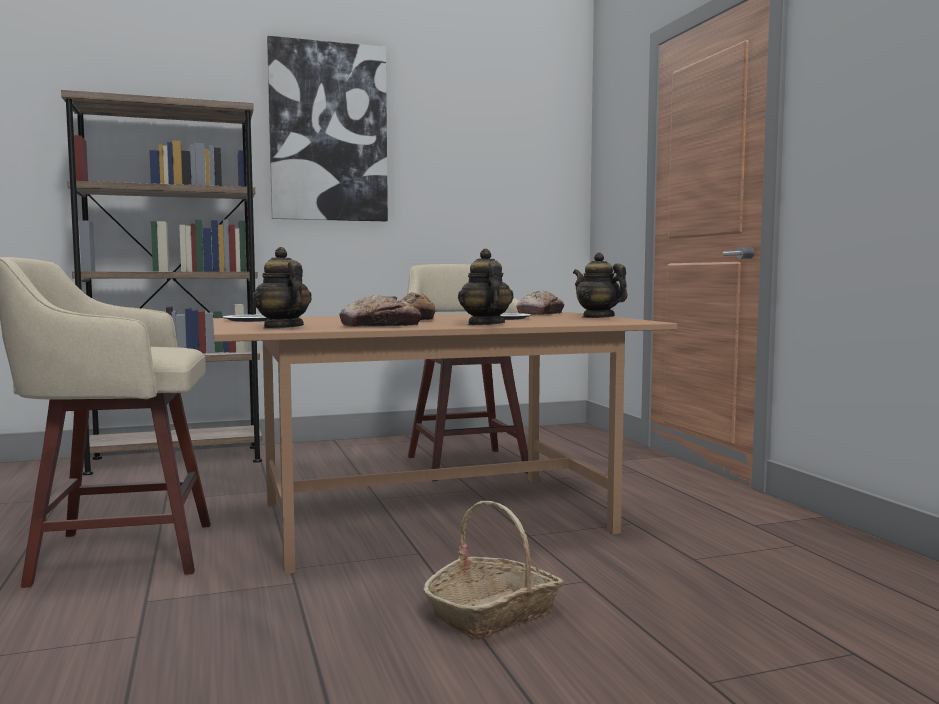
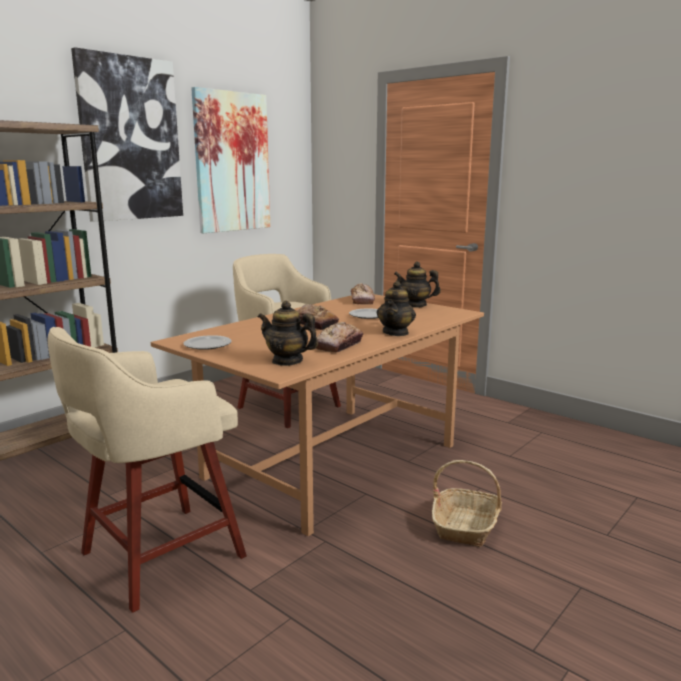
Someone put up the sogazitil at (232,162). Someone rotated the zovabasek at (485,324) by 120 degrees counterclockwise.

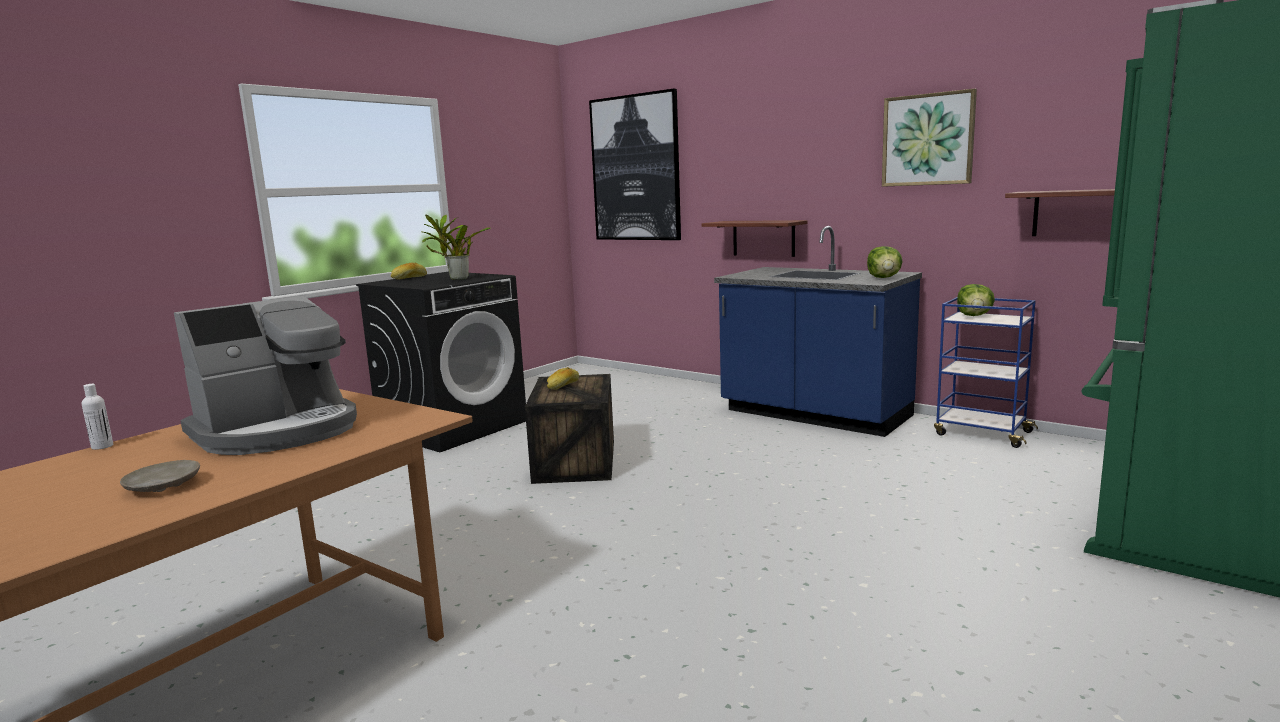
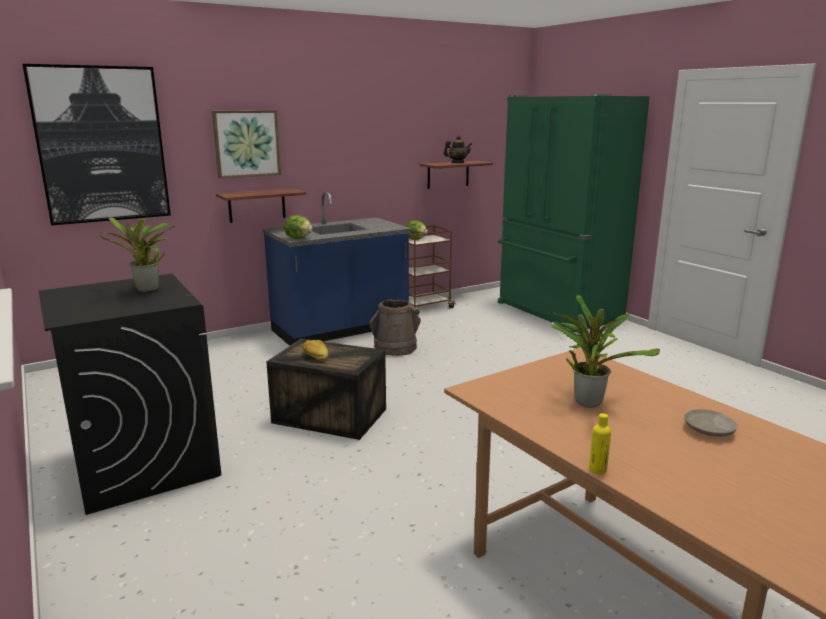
Someone took away the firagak at (409,278). Someone put down the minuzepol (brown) at (395,348). Someone put down the zovabasek at (457,163). Someone carried the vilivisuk from (884,278) to (299,238). Someone carried the sogazitil from (928,140) to (246,143). Someone swapped the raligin at (278,431) for the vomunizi at (587,400). Someone repainted the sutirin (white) at (102,446), which became the sutirin (yellow) at (597,469). Someone repainted the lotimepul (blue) at (981,433), which became the lotimepul (brown) at (424,307).

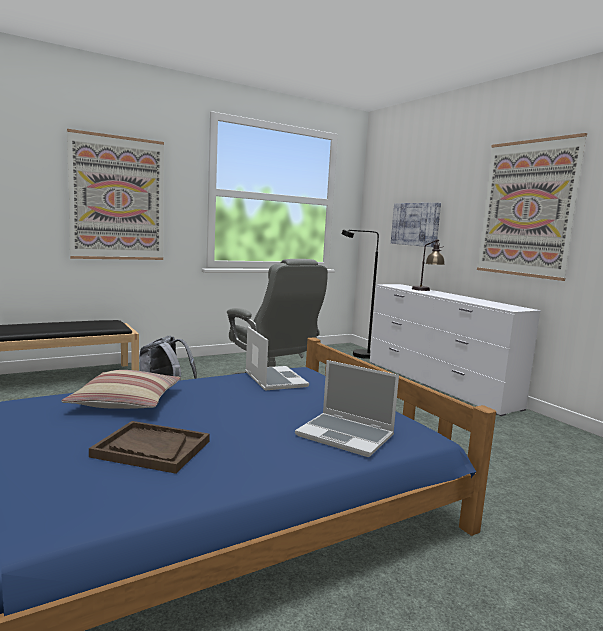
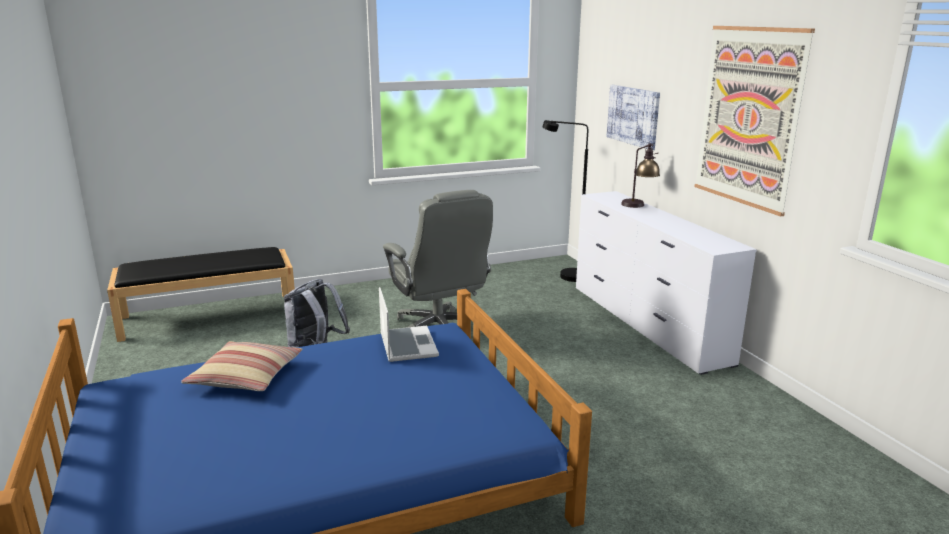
Someone took away the sogazitil at (117,198). Someone took away the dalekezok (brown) at (151,449). Someone took away the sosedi at (346,436).

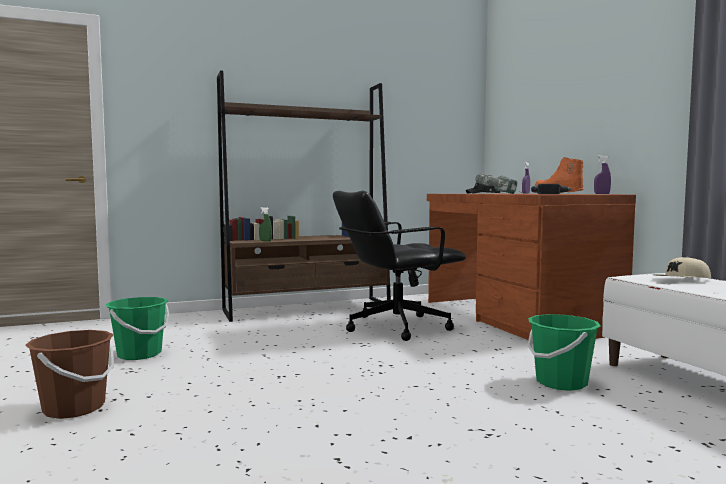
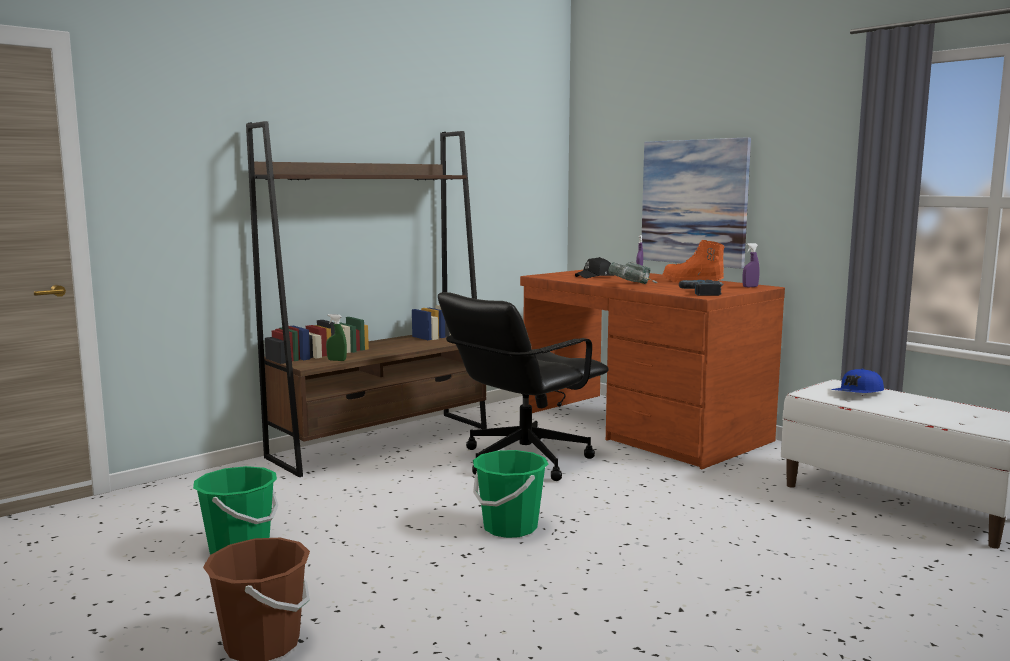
Someone put up the sogazitil at (694,202). Someone carried the minuzepol (green) from (561,382) to (510,527). Someone repainted the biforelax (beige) at (682,280), which became the biforelax (blue) at (858,393).

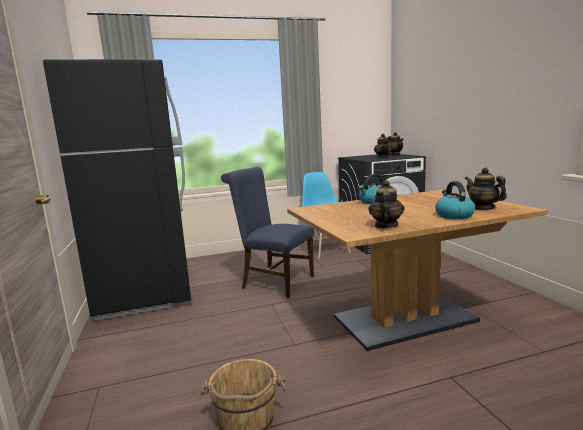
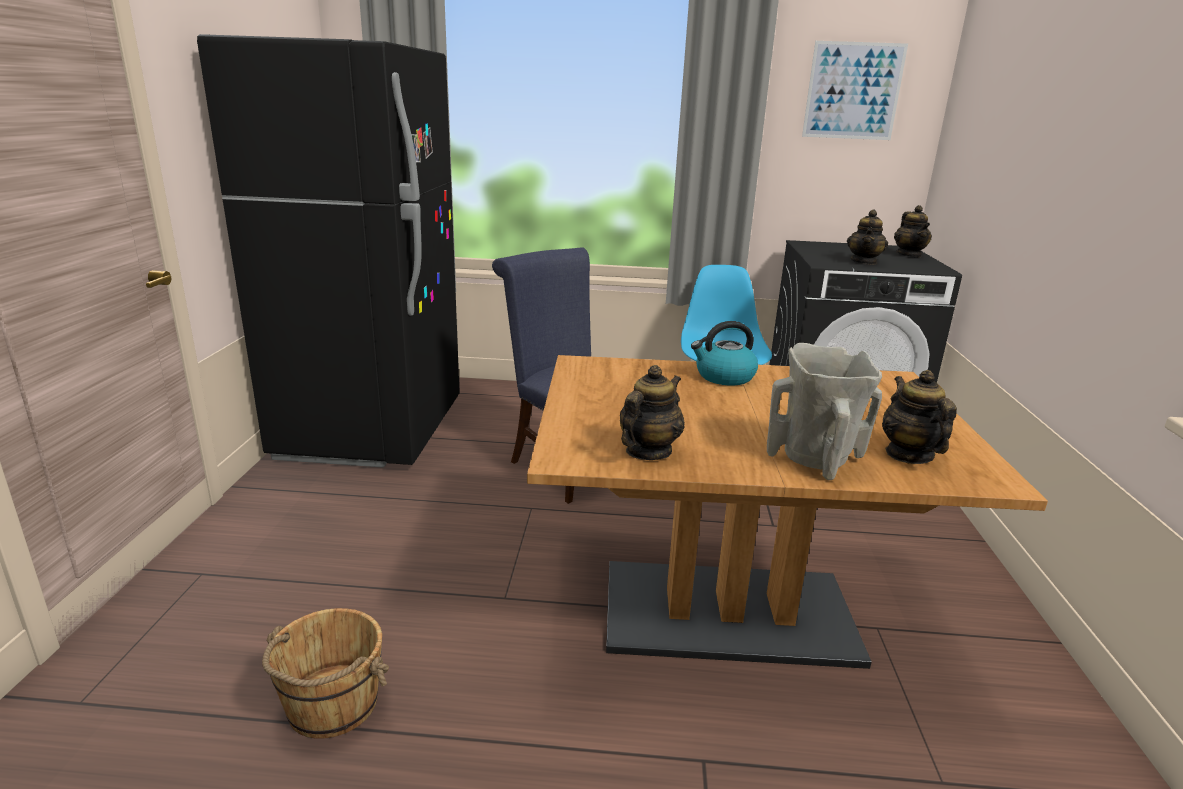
Someone put up the sogazitil at (853,91). Someone swapped the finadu at (453,215) for the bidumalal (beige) at (815,460).

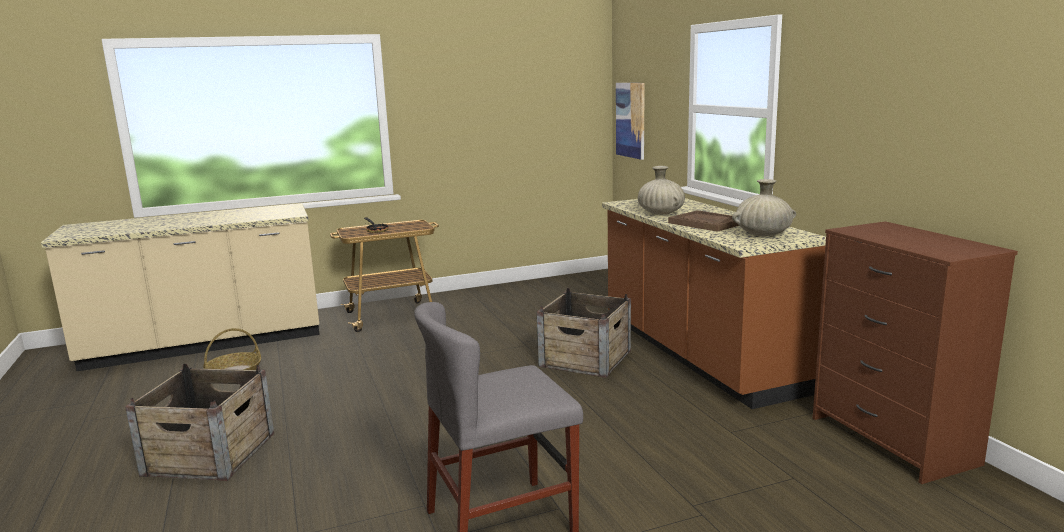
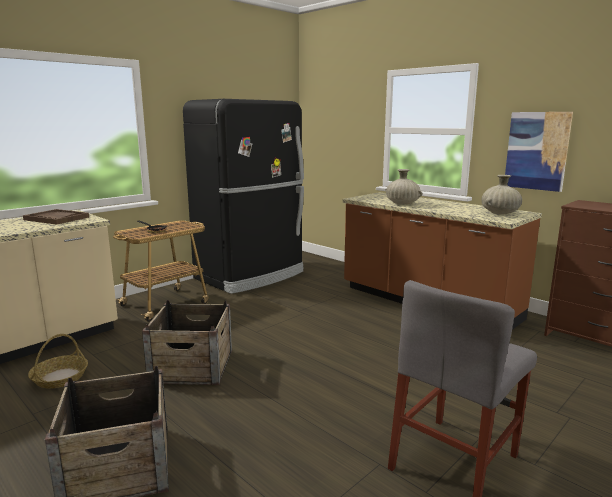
Someone put down the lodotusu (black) at (251,275). Someone carried the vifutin from (586,358) to (192,366). Someone carried the sogazitil from (631,120) to (537,151). Someone carried the dalekezok (brown) from (706,223) to (56,218).

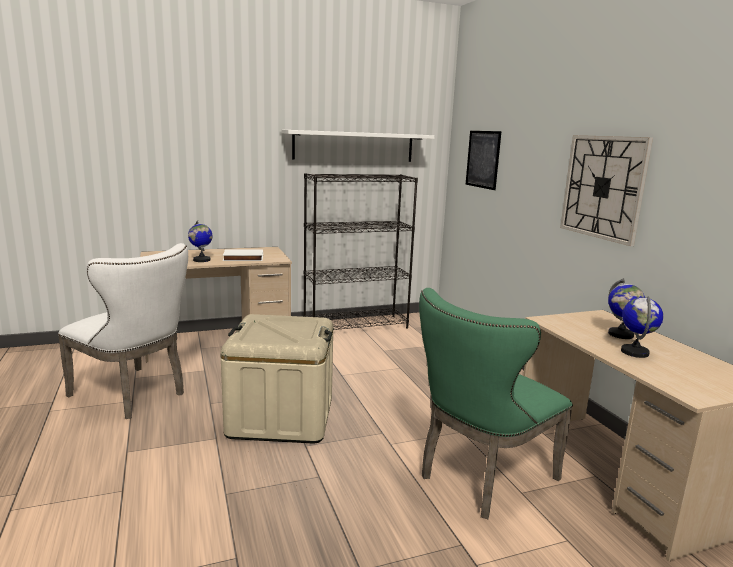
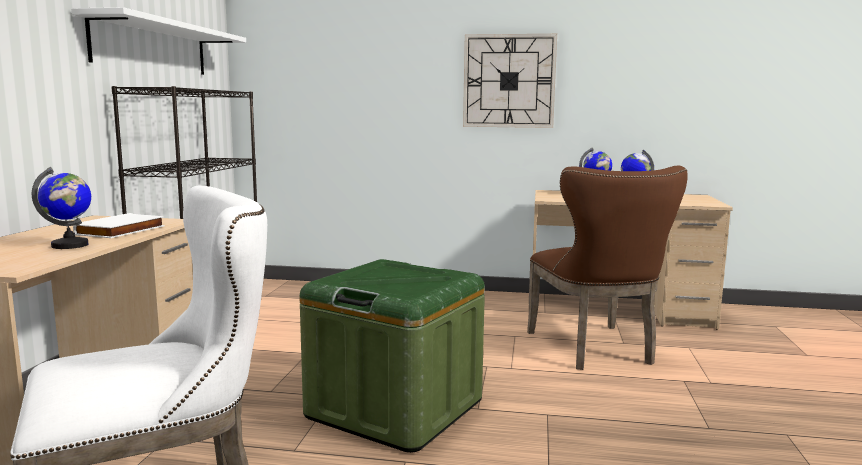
Someone took away the sogazitil at (483,159). Someone repainted the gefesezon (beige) at (281,417), which became the gefesezon (green) at (395,408). Someone repainted the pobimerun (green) at (481,479), which became the pobimerun (brown) at (596,350).

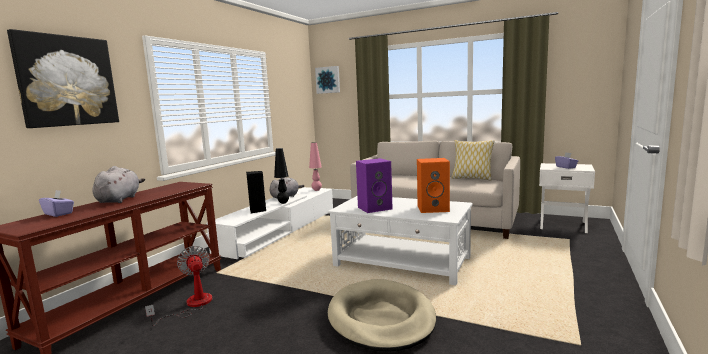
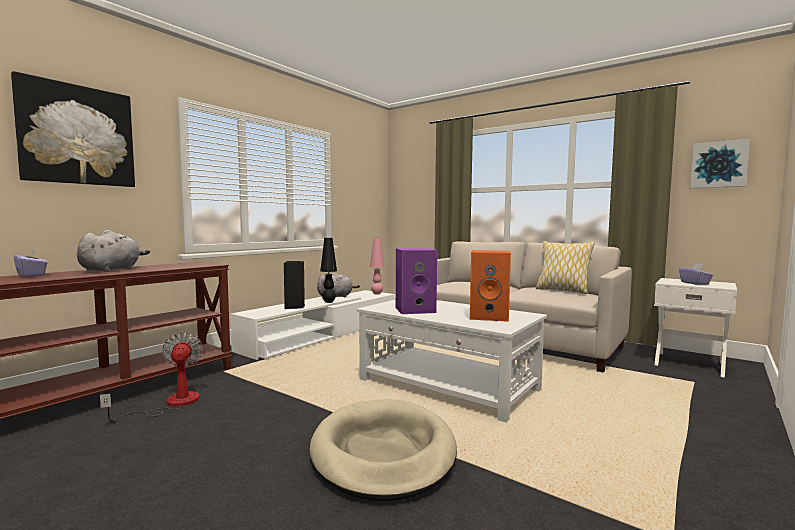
Someone carried the sogazitil from (328,80) to (718,165).

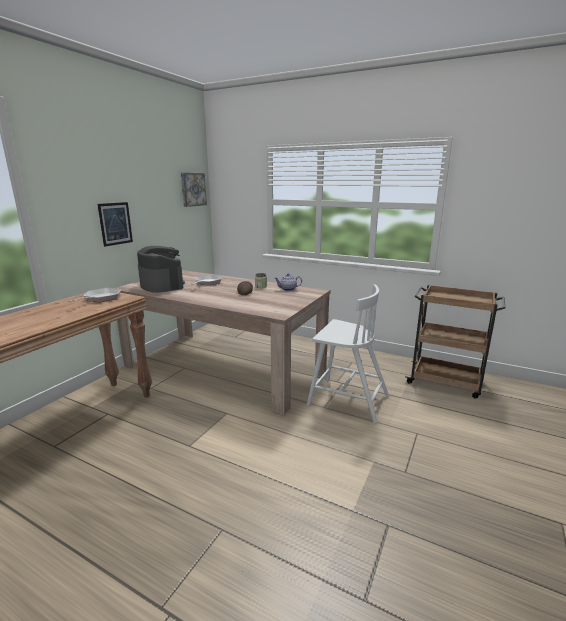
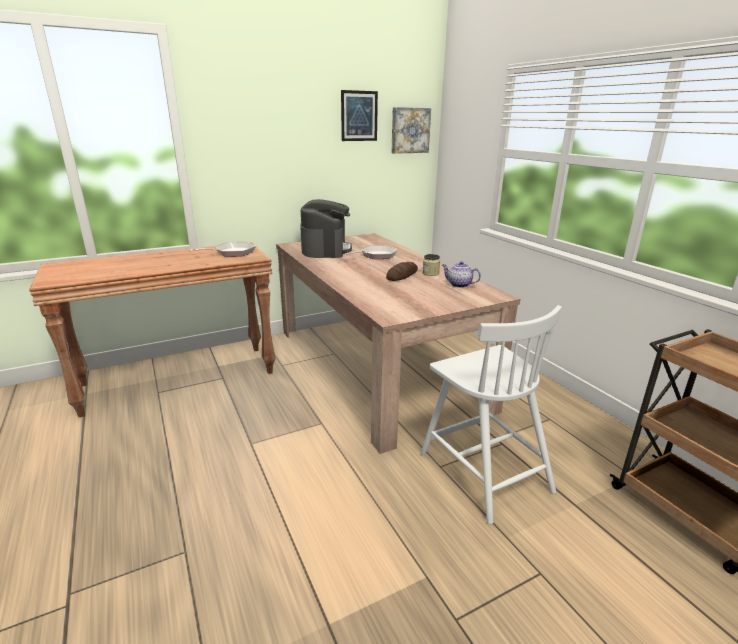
Someone carried the sogazitil from (115,223) to (359,116).

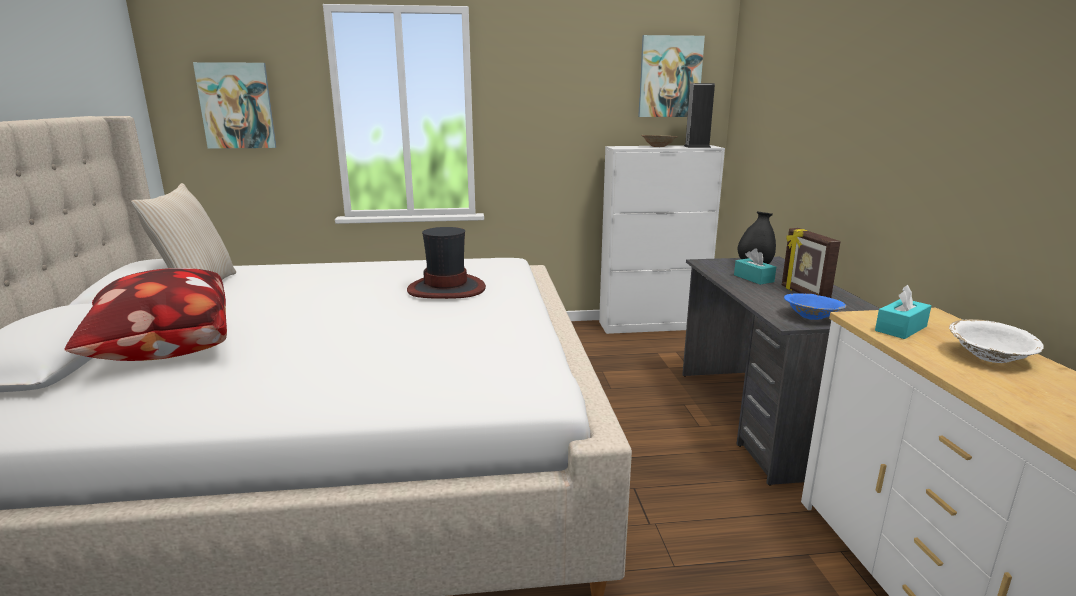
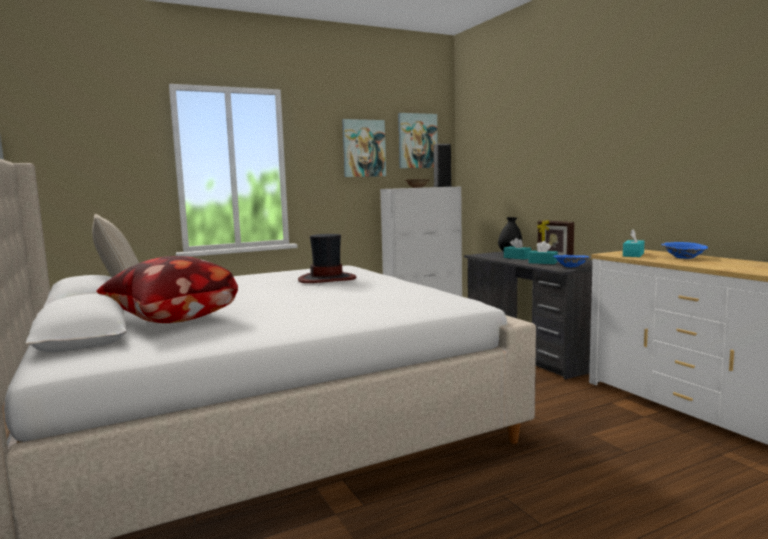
Someone put down the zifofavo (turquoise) at (542,262). Someone carried the sogazitil from (237,106) to (363,148). Someone repainted the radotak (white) at (989,356), which became the radotak (blue) at (683,257).

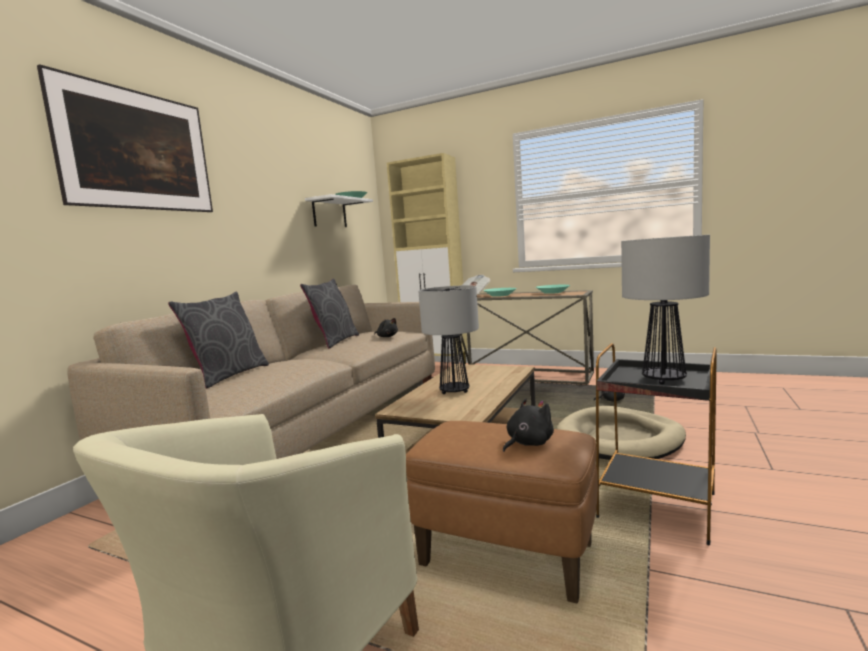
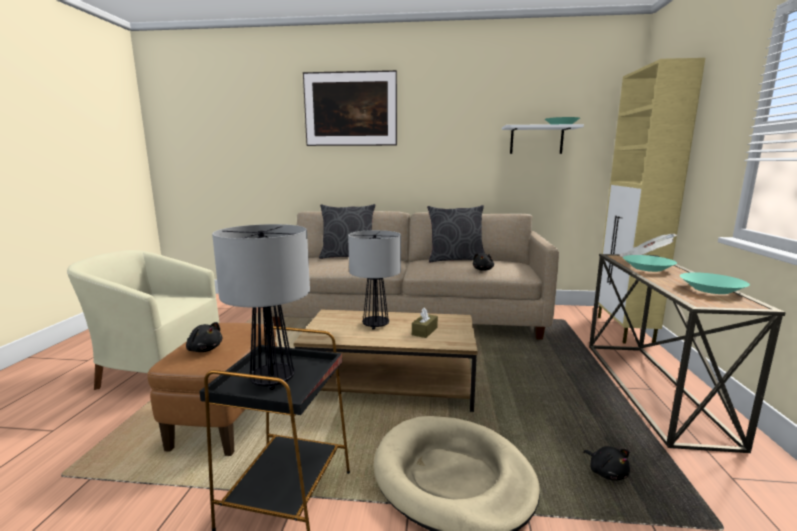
Someone put down the zifofavo (brown) at (424,331).

